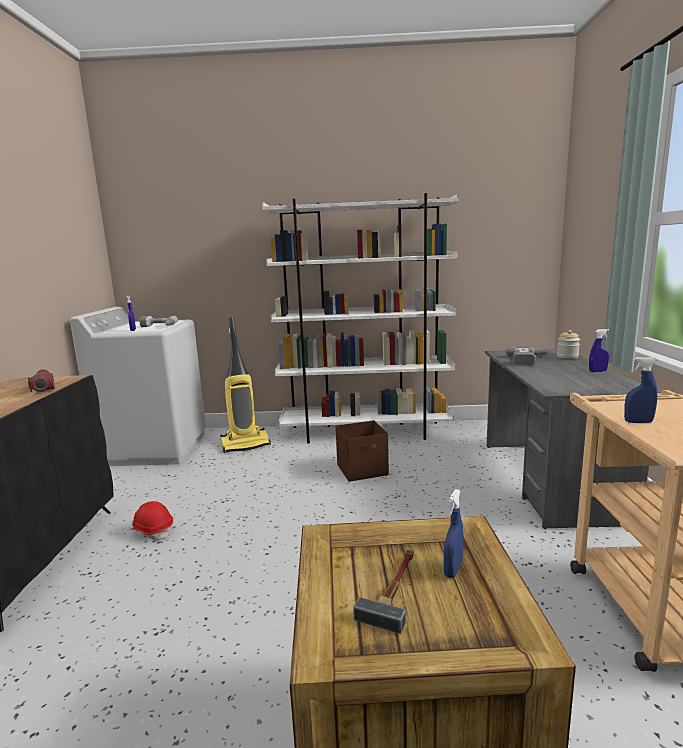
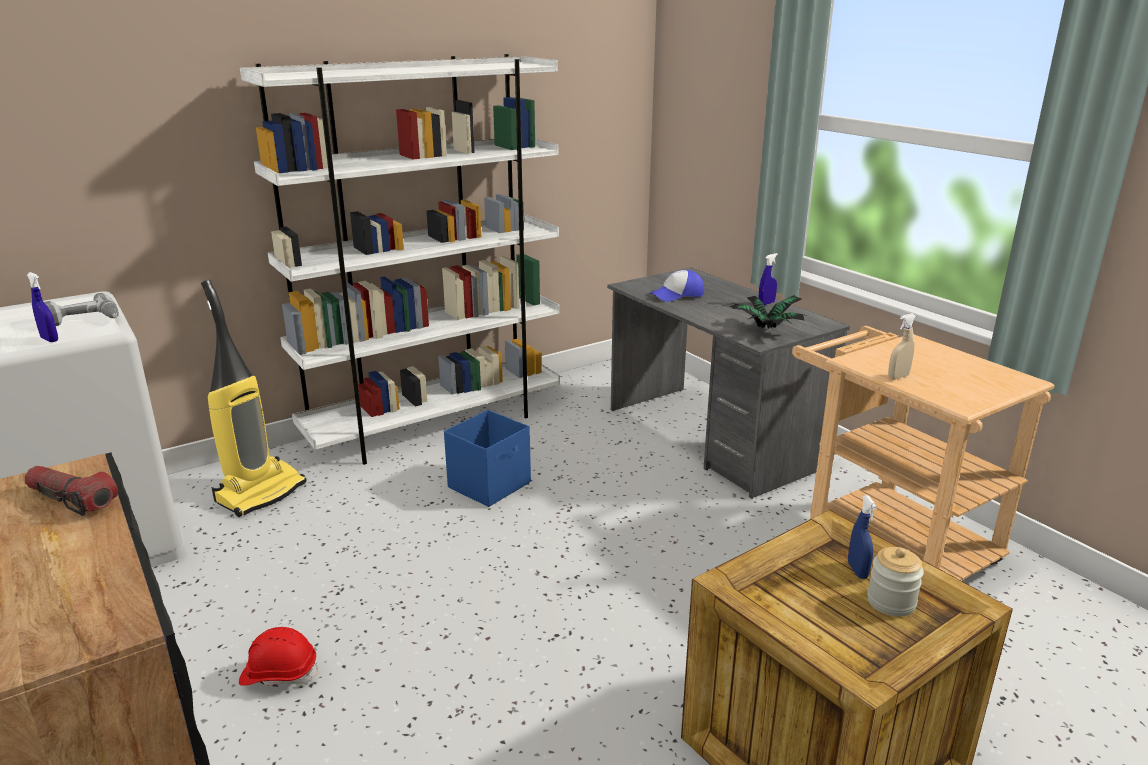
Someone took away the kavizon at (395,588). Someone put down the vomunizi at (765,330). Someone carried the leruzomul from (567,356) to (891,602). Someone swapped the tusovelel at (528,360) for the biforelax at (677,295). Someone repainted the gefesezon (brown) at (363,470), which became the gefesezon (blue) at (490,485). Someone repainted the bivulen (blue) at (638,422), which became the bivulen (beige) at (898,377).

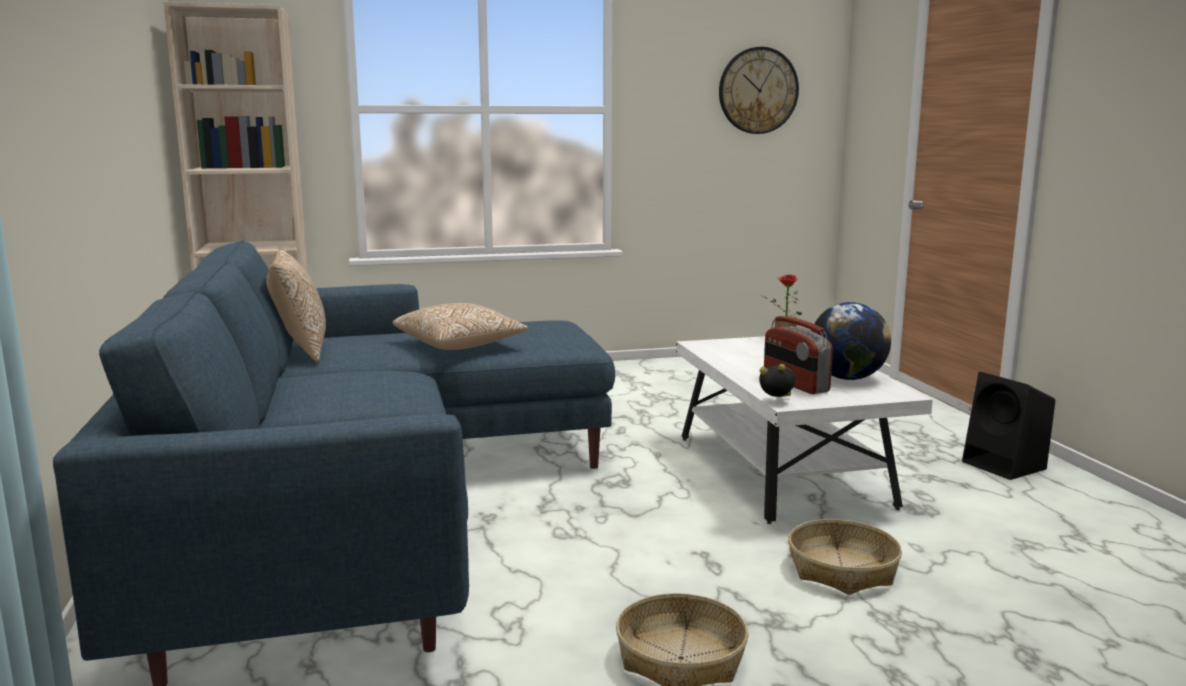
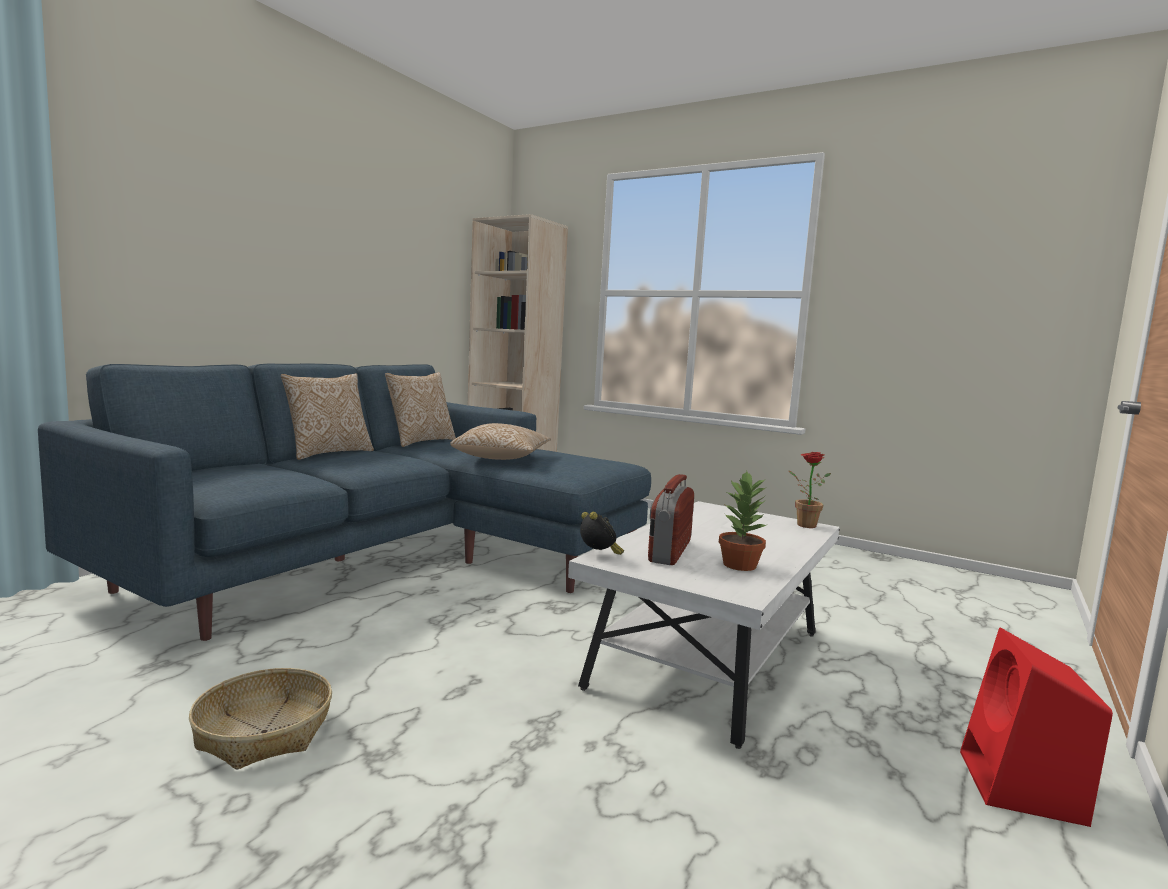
Someone took away the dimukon at (758,90). Someone took away the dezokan at (843,570). Someone put down the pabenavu at (328,453). Someone swapped the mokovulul at (847,378) for the vomunizi at (740,565). Someone repainted the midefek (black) at (1006,466), which became the midefek (red) at (1022,789).

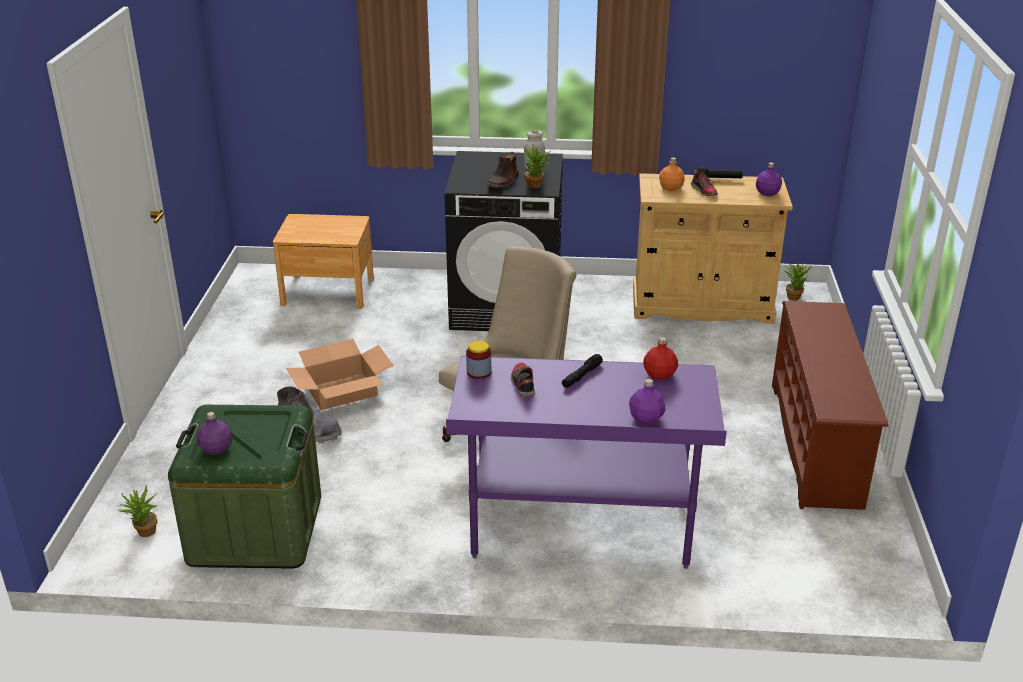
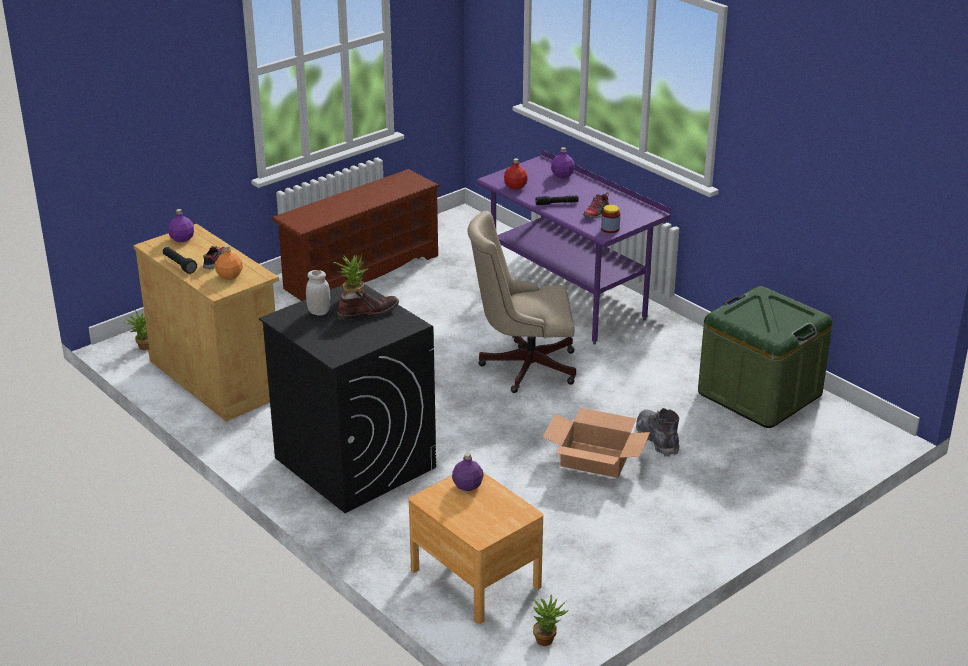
Someone carried the vomunizi from (144,534) to (547,639). Someone carried the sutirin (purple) from (217,449) to (467,485).

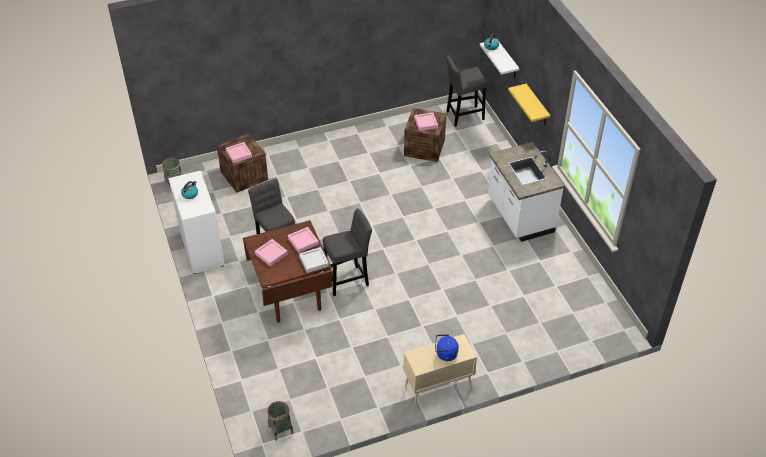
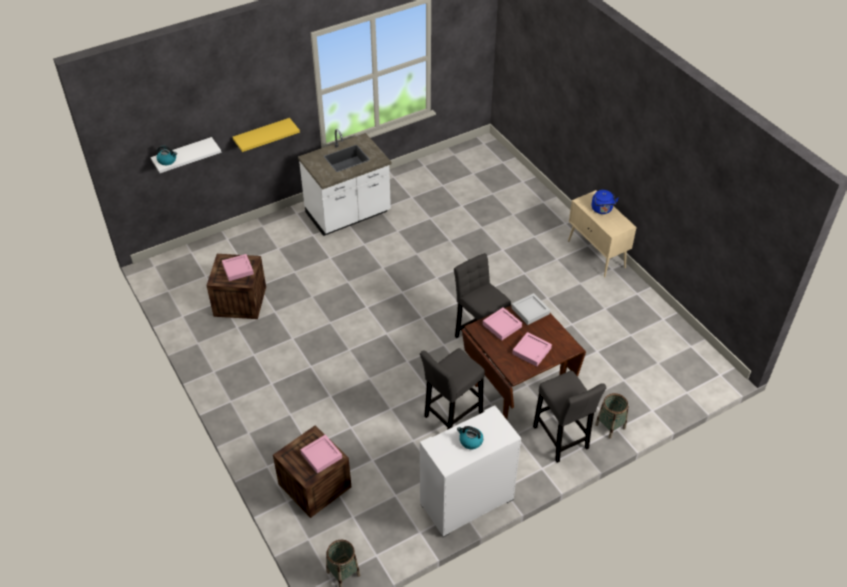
Someone carried the dezokan from (280,429) to (610,426). Someone carried the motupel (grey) from (463,116) to (561,440).

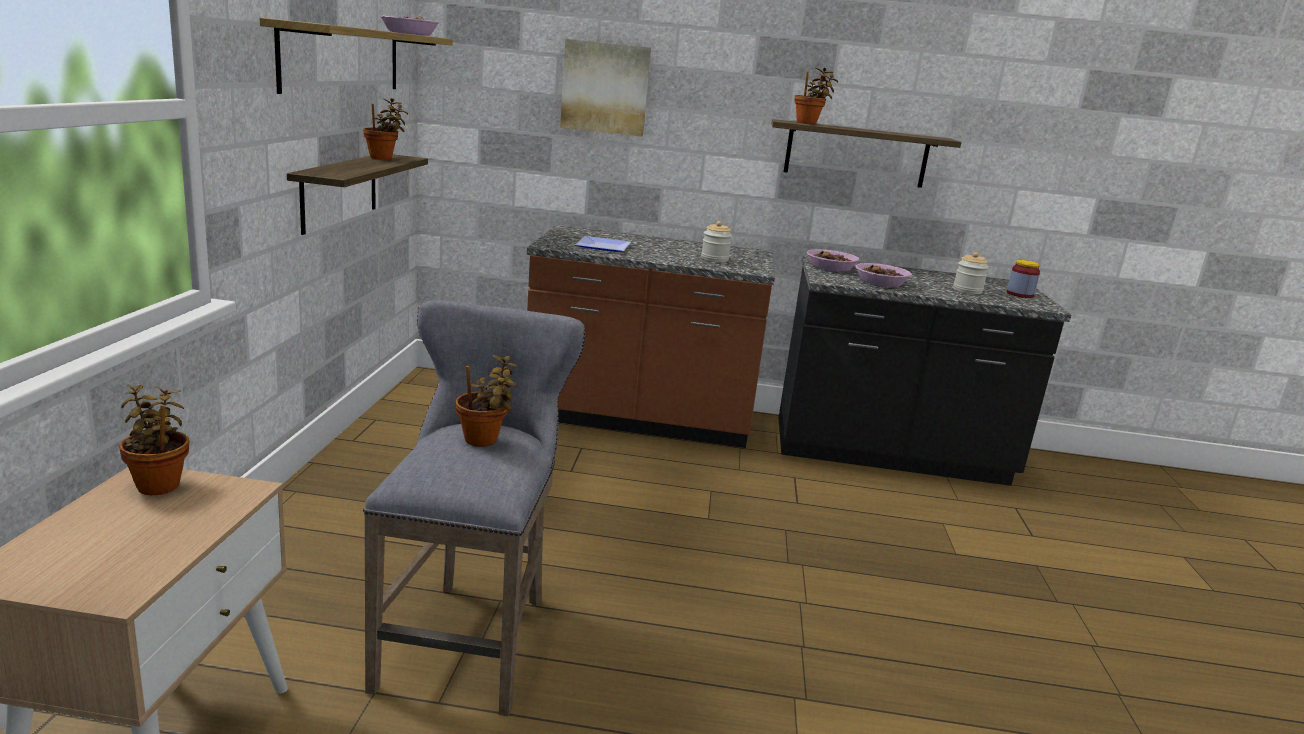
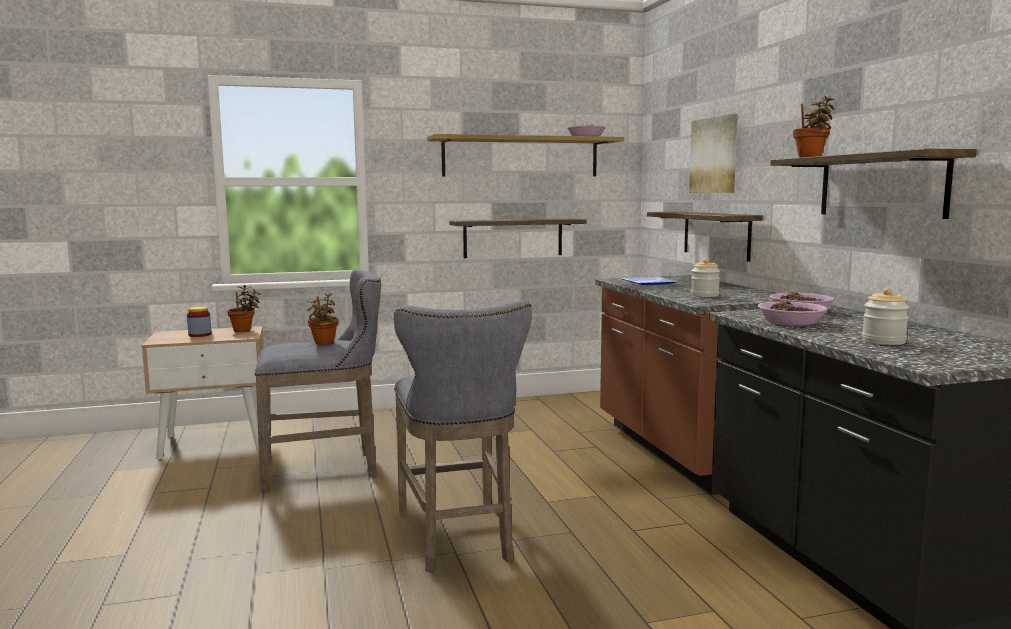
Someone took away the vomunizi at (383,158). Someone put down the motupel (grey) at (457,538). Someone put up the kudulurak at (716,234). Someone carried the leruzomul from (1019,294) to (200,335).

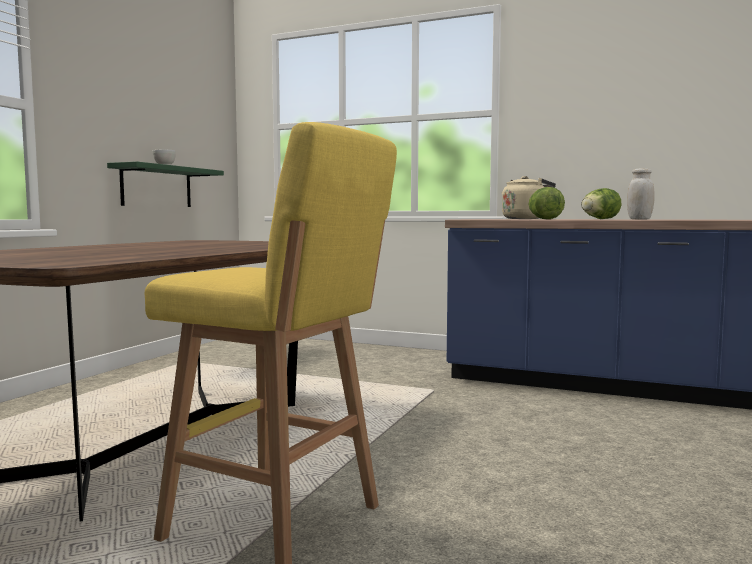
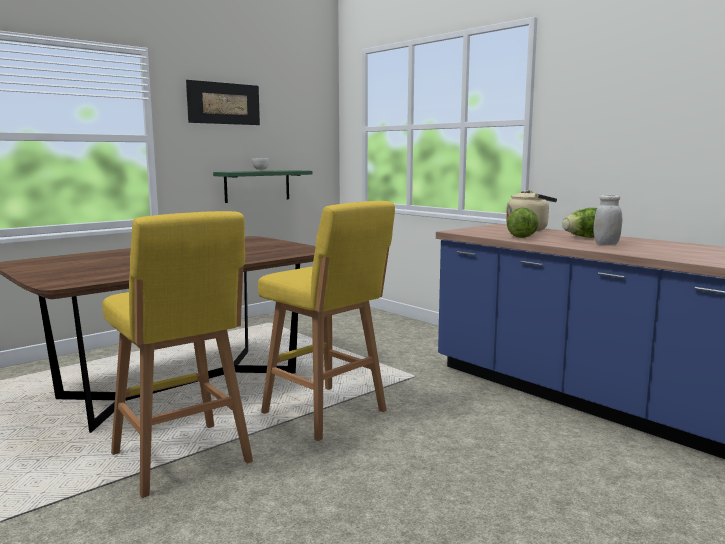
Someone put up the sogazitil at (224,103). Someone put down the motupel (yellow) at (327,413).

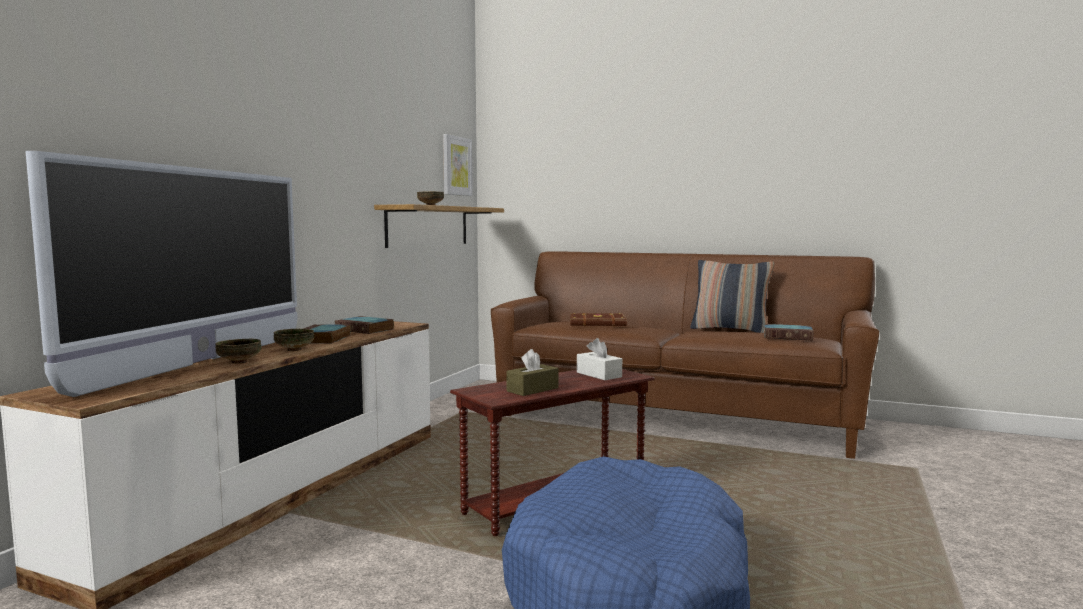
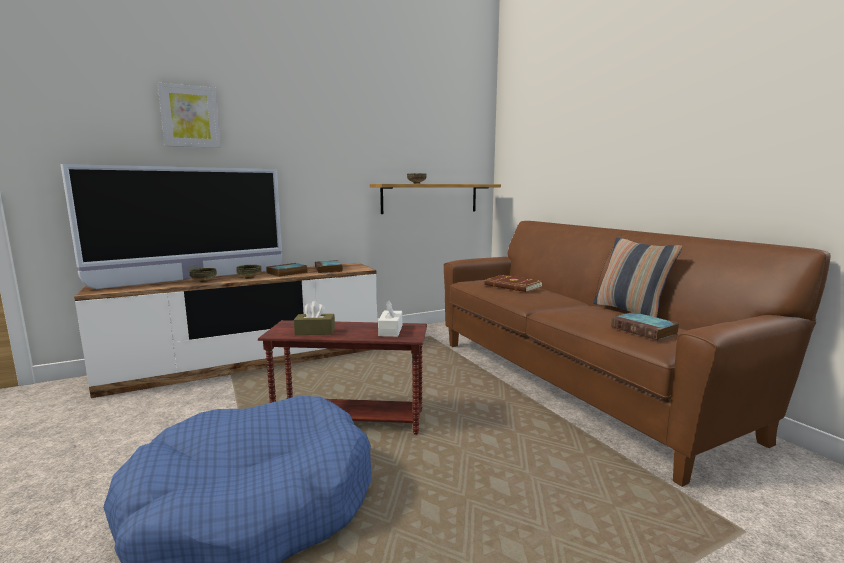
Someone carried the sogazitil from (456,166) to (190,116).

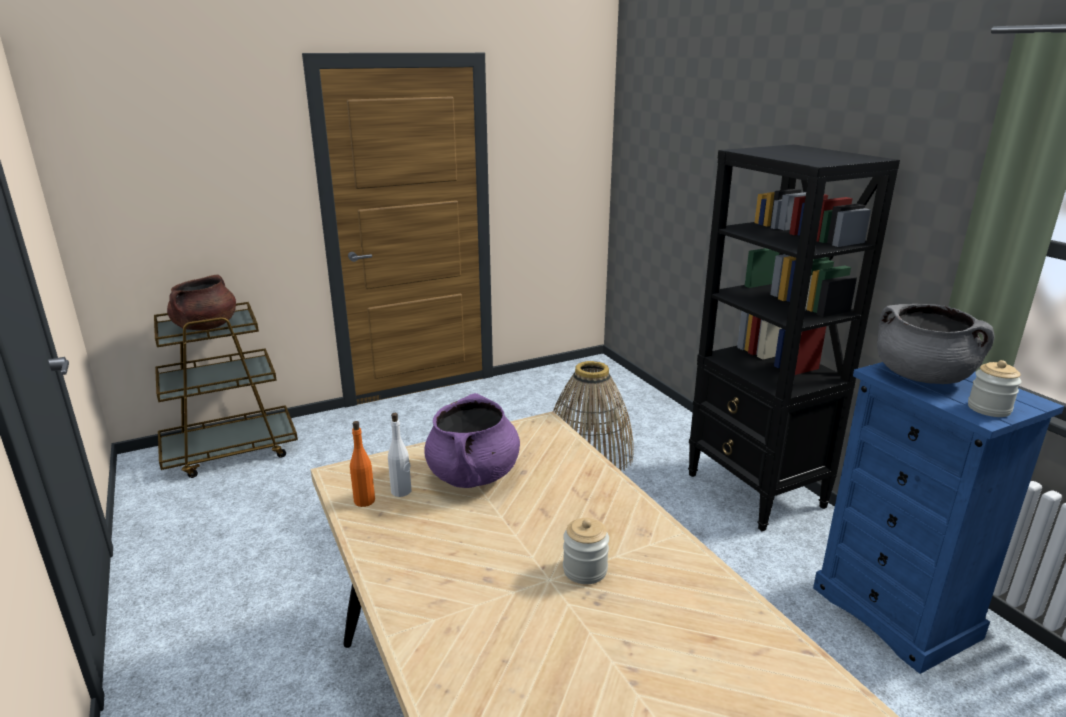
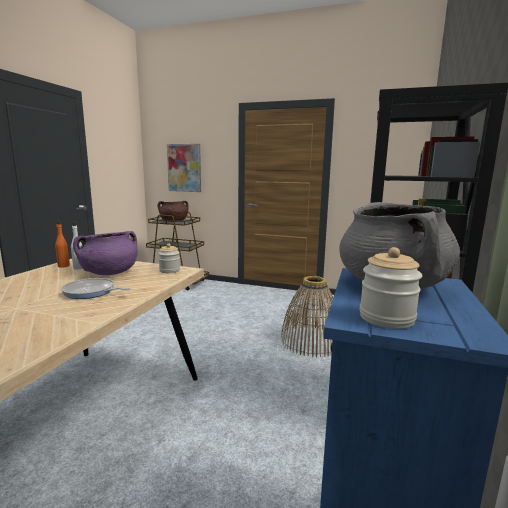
Someone put down the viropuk at (91,292). Someone put up the sogazitil at (184,168). Someone carried the leruzomul from (585,570) to (169,270).

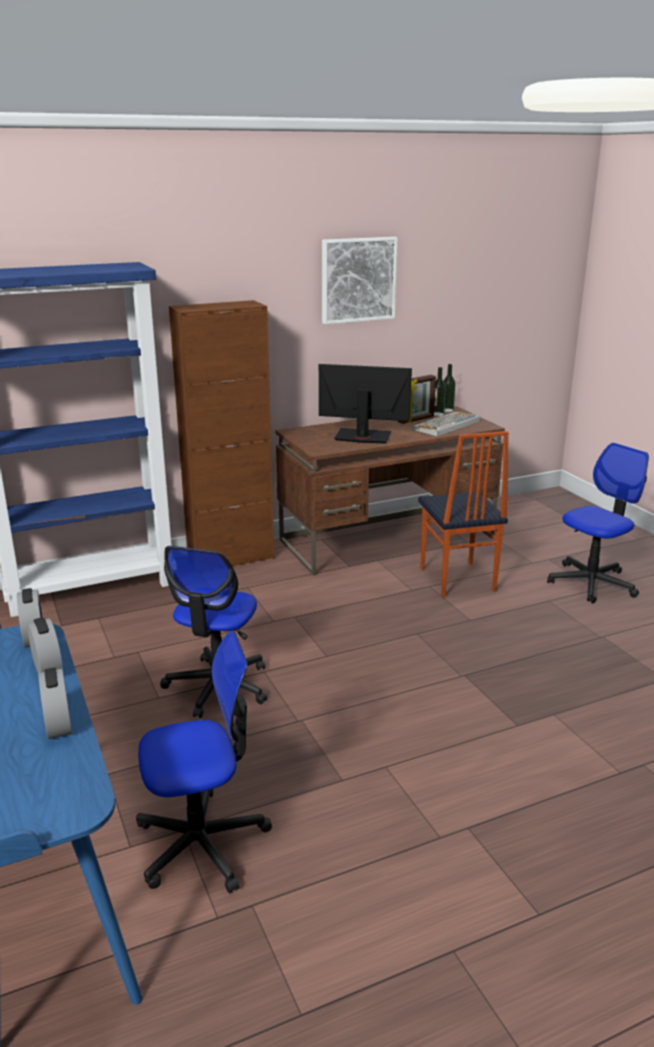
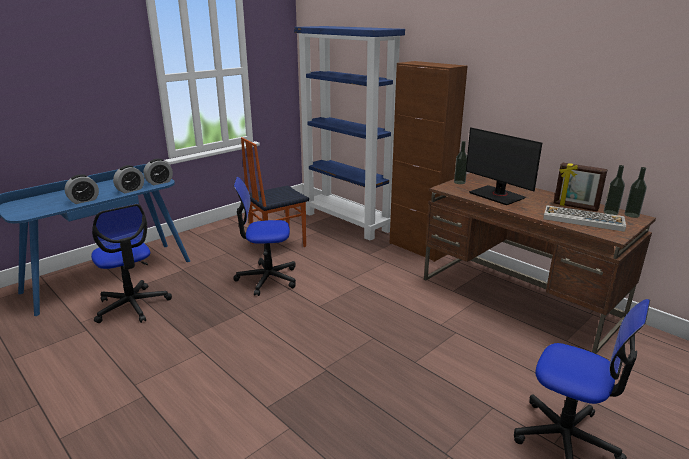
Someone took away the sogazitil at (358,280). Someone put down the sutirin at (459,182). Someone carried the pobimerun from (456,580) to (277,244). Someone rotated the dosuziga at (362,437) by 150 degrees clockwise.

